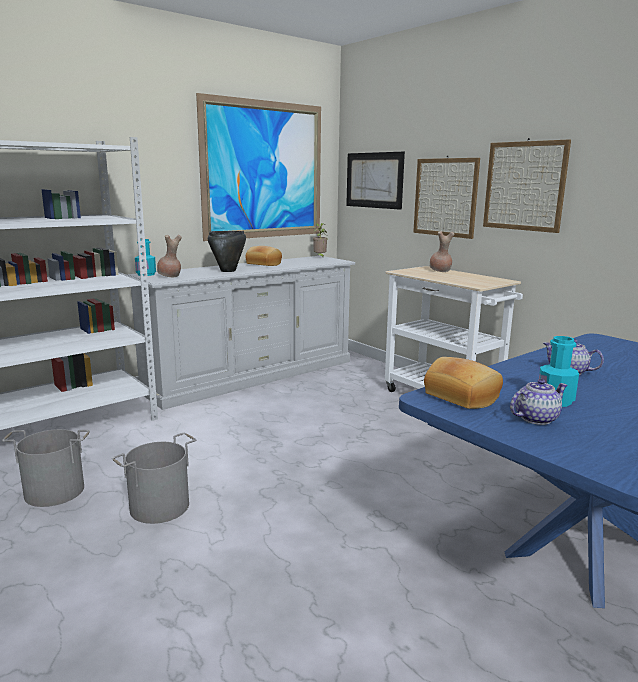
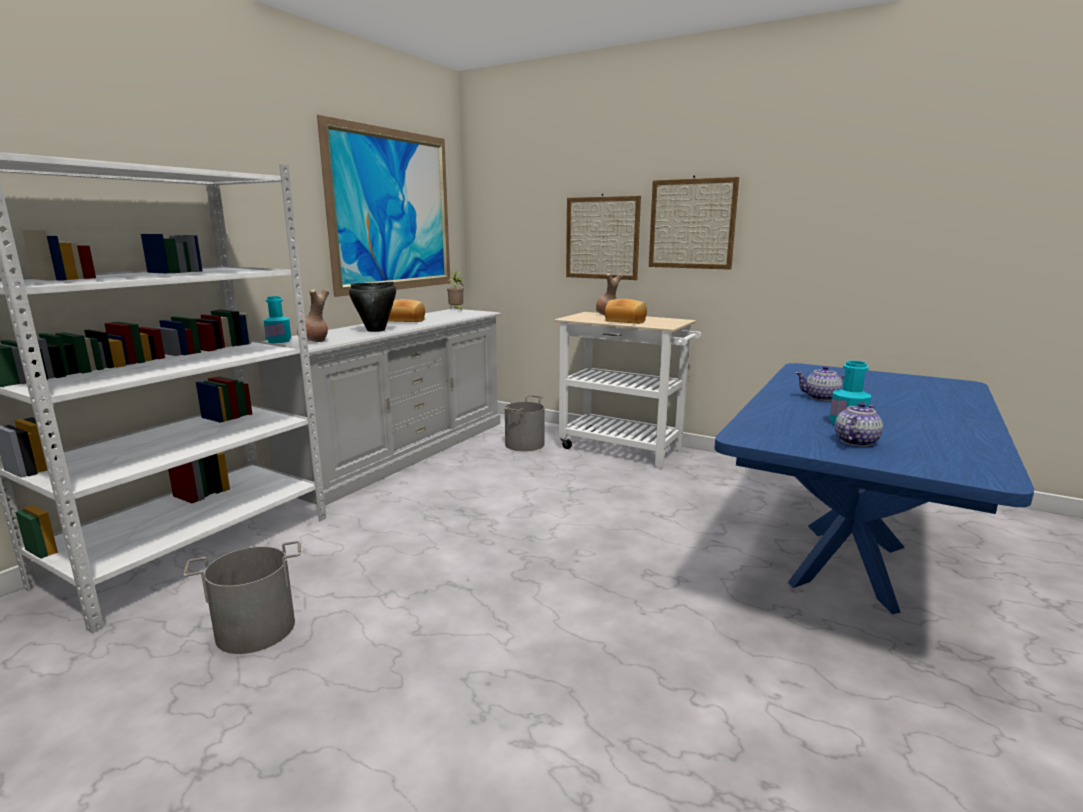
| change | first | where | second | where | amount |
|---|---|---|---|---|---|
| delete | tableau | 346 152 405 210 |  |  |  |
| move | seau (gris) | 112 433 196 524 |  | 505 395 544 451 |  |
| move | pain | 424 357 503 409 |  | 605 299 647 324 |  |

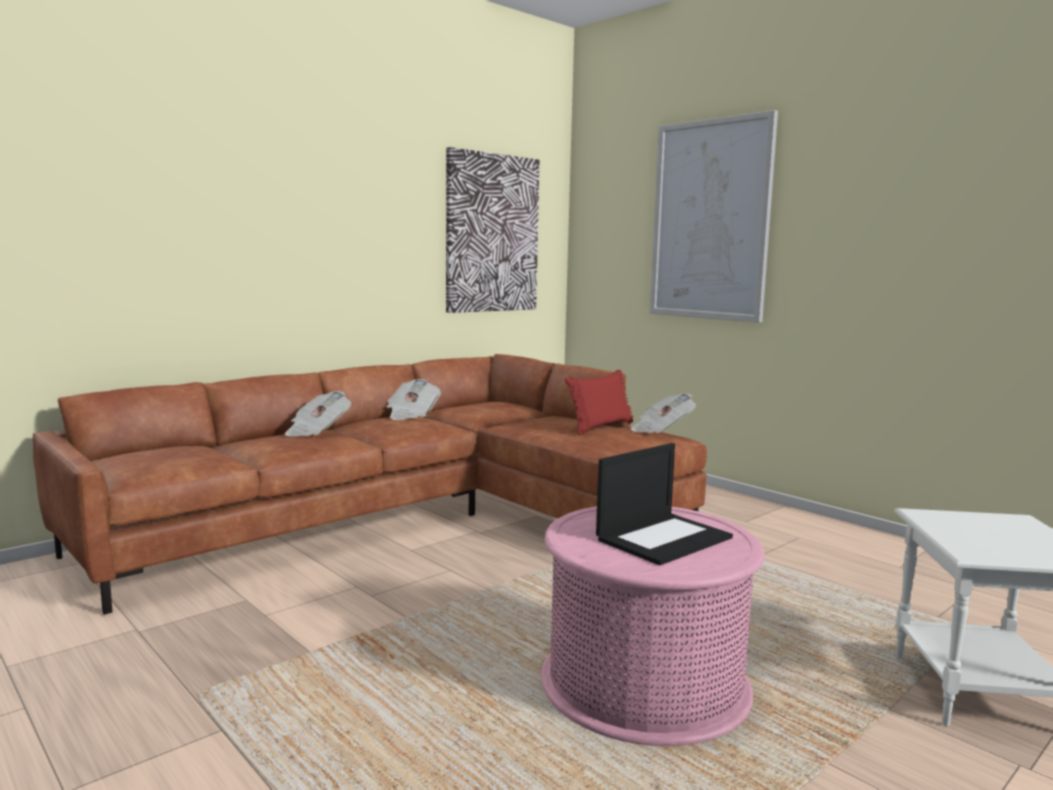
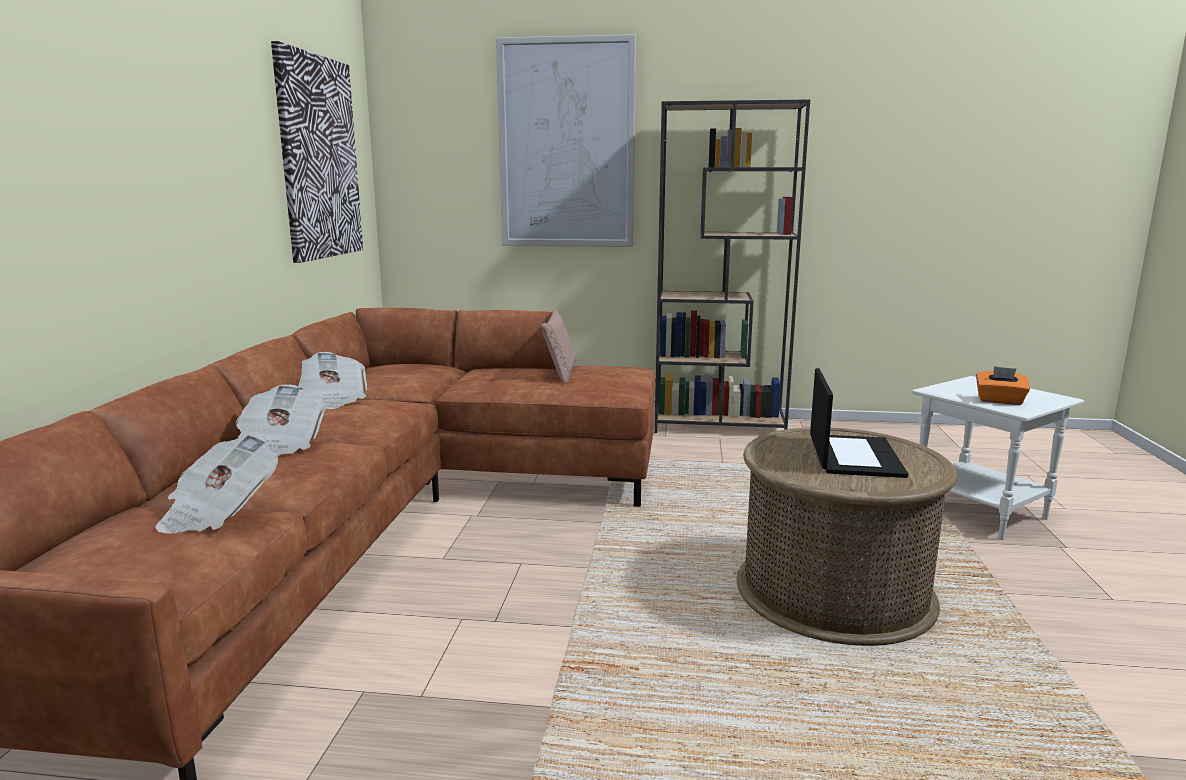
| change | first | where | second | where | amount |
|---|---|---|---|---|---|
| insert |  |  | bibliothèque | 654 100 810 433 |  |
| insert |  |  | boîte à mouchoirs (orange) | 976 366 1030 405 |  |
| move | journal | 631 393 696 433 |  | 155 434 278 534 |  |
| recolor | table basse (rose) | 541 506 765 746 | table basse (marron) | 737 427 957 646 |  |
| recolor | coussin (rouge) | 565 370 633 436 | coussin (beige) | 541 308 576 384 |  |

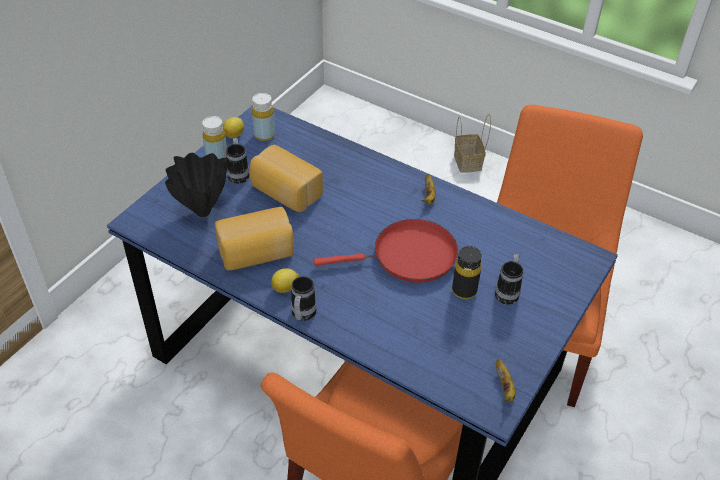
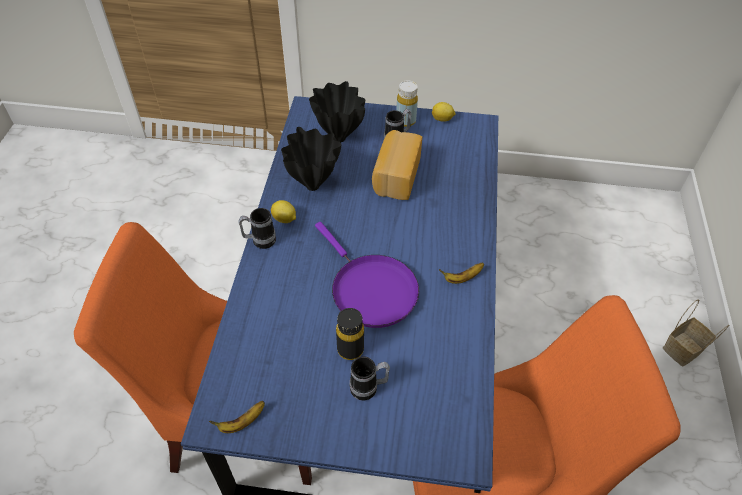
| change | first | where | second | where | amount |
|---|---|---|---|---|---|
| delete | bouteille (jaune) | 252 93 275 141 |  |  |  |
| replace | pain | 215 207 294 270 | vase (noir) | 281 127 342 191 |  |
| recolor | poêle (rouge) | 314 219 458 283 | poêle (violet) | 315 222 419 328 |  |

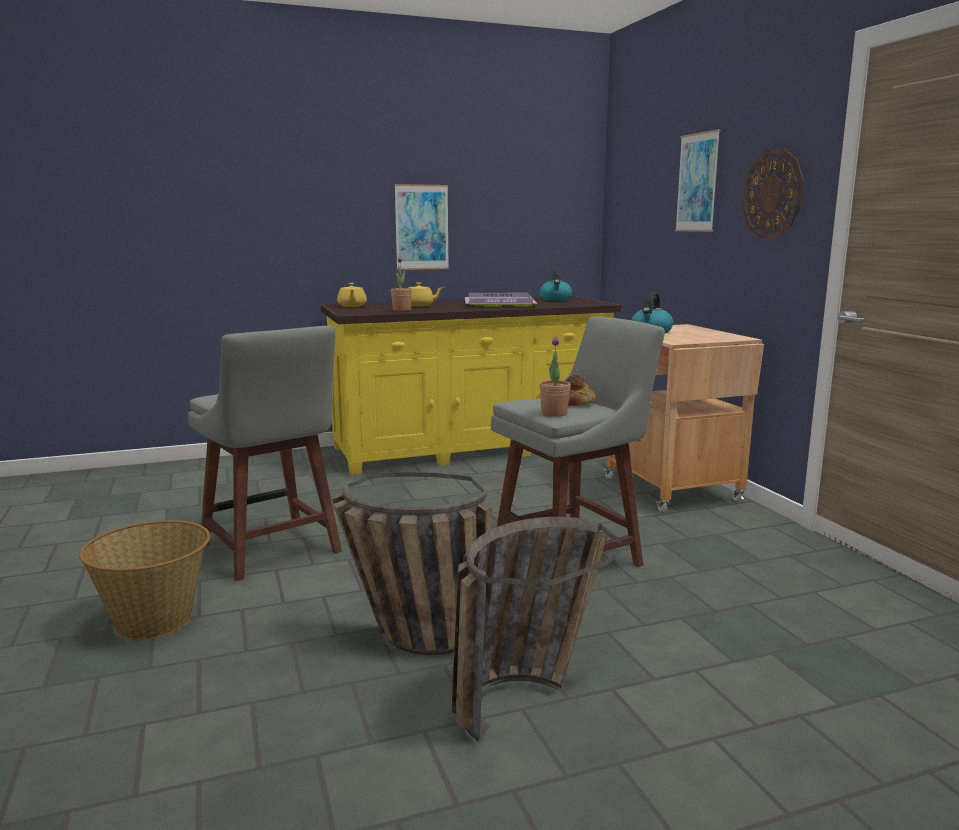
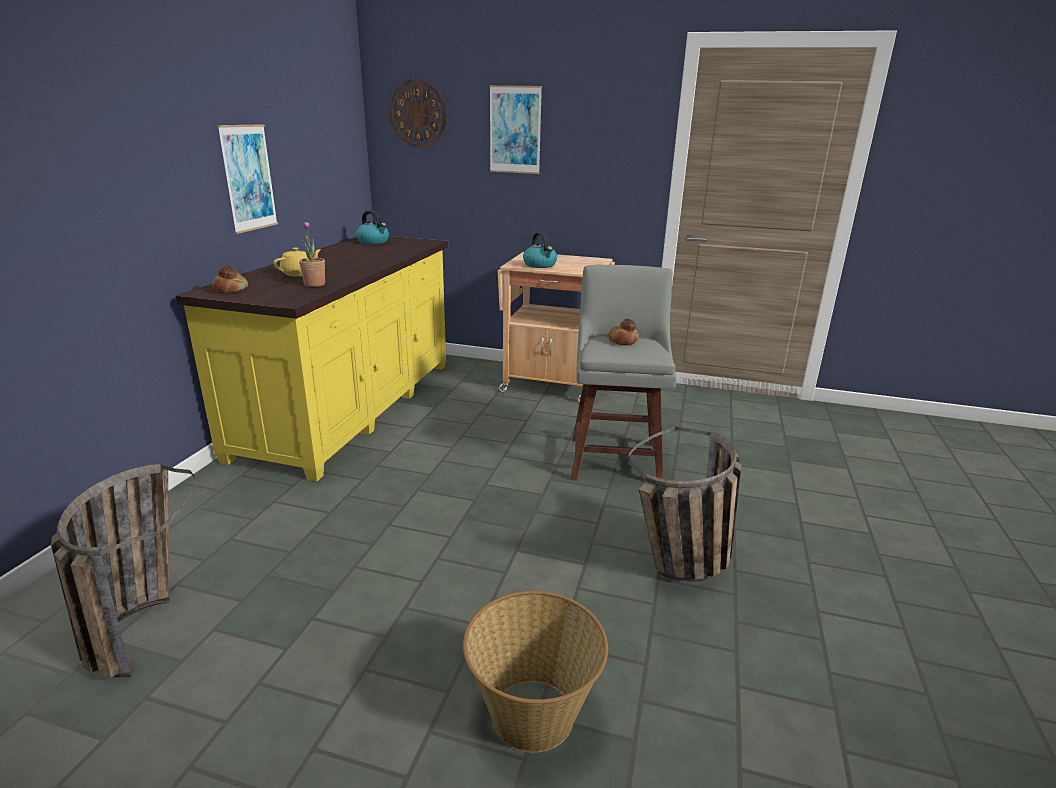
| change | first | where | second | where | amount |
|---|---|---|---|---|---|
| delete | tabouret (gris) | 188 326 342 581 |  |  |  |
| delete | plateau (violet) | 465 293 538 307 |  |  |  |
| delete | plante en pot | 539 337 571 417 |  |  |  |
| move | panier | 451 517 622 742 |  | 51 464 195 678 |  |
| move | horloge murale | 742 148 804 238 |  | 389 80 447 147 |  |
| replace | théière (jaune) | 337 283 367 307 | pain | 212 265 248 294 |  |

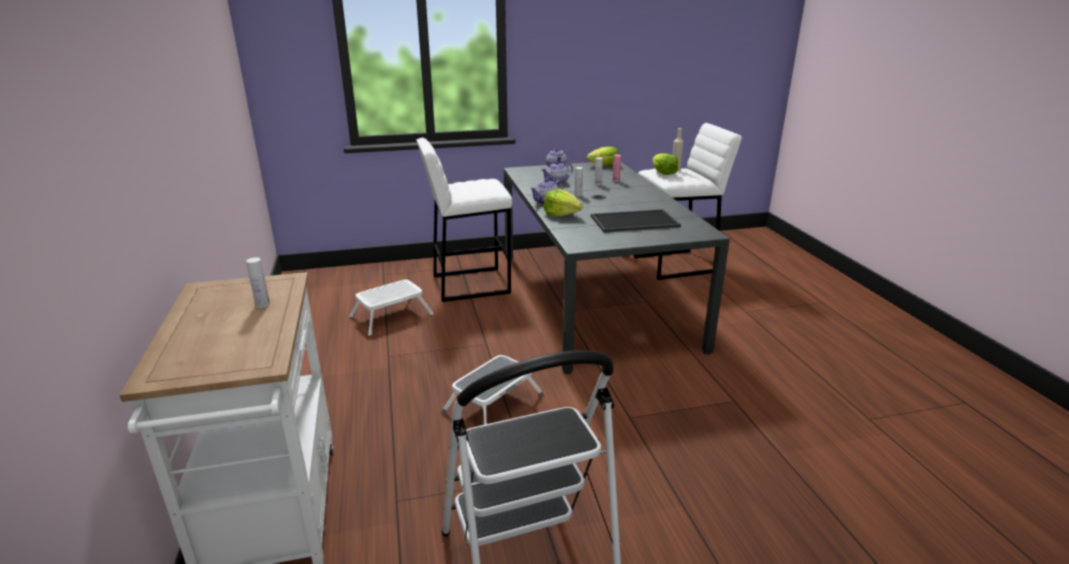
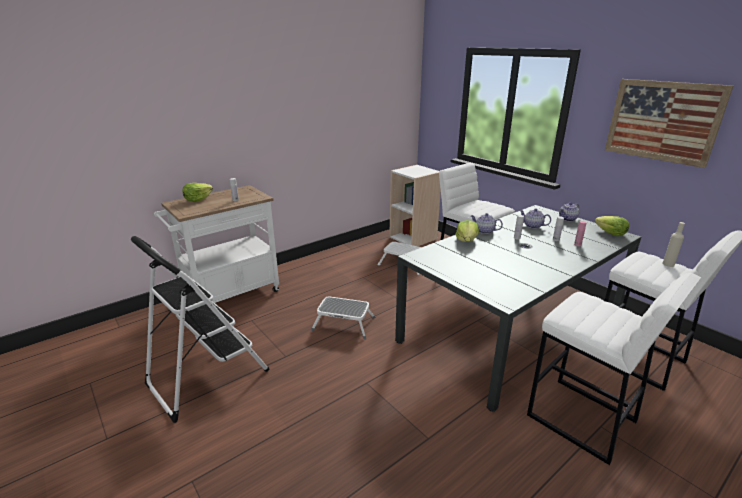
| change | first | where | second | where | amount |
|---|---|---|---|---|---|
| delete | plateau | 591 209 681 232 |  |  |  |
| insert |  |  | bibliothèque | 389 165 441 246 |  |
| insert |  |  | tabouret (blanc) | 527 273 701 465 |  |
| insert |  |  | tableau | 605 79 733 168 |  |
| move | laitue | 653 153 678 175 |  | 182 183 213 202 |  |

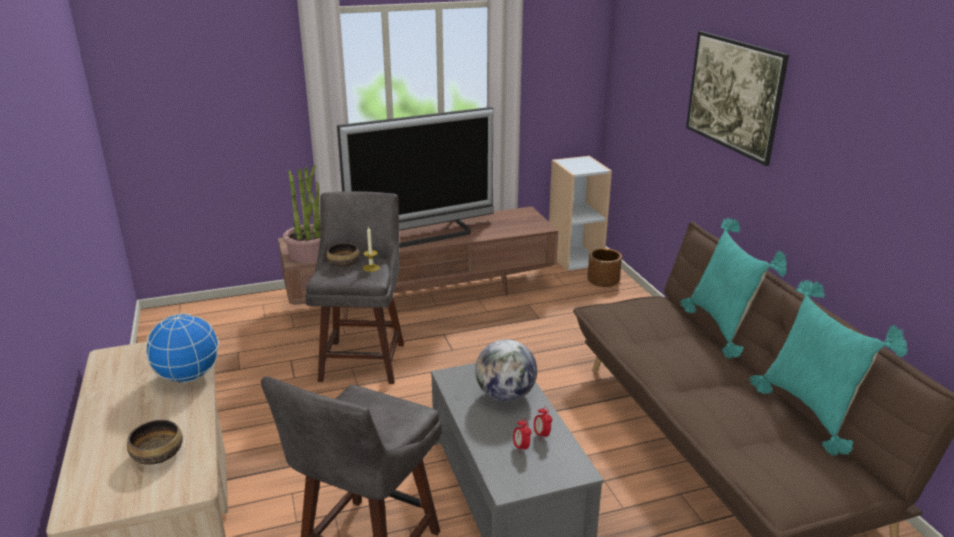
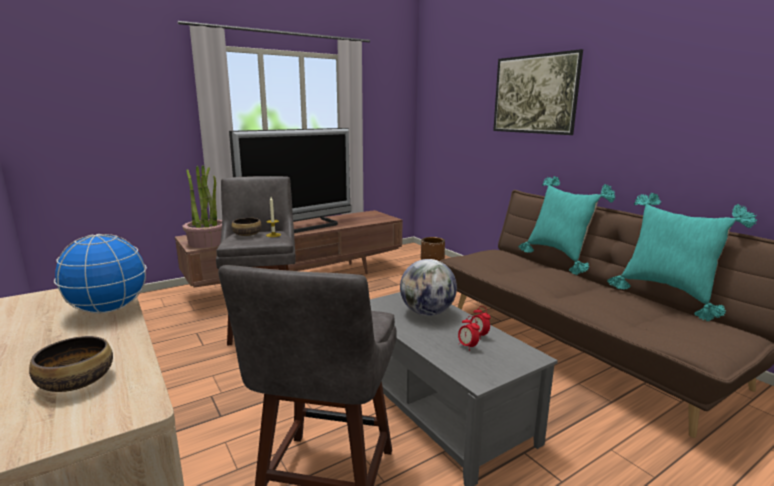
| change | first | where | second | where | amount |
|---|---|---|---|---|---|
| delete | bibliothèque | 549 156 612 271 |  |  |  |

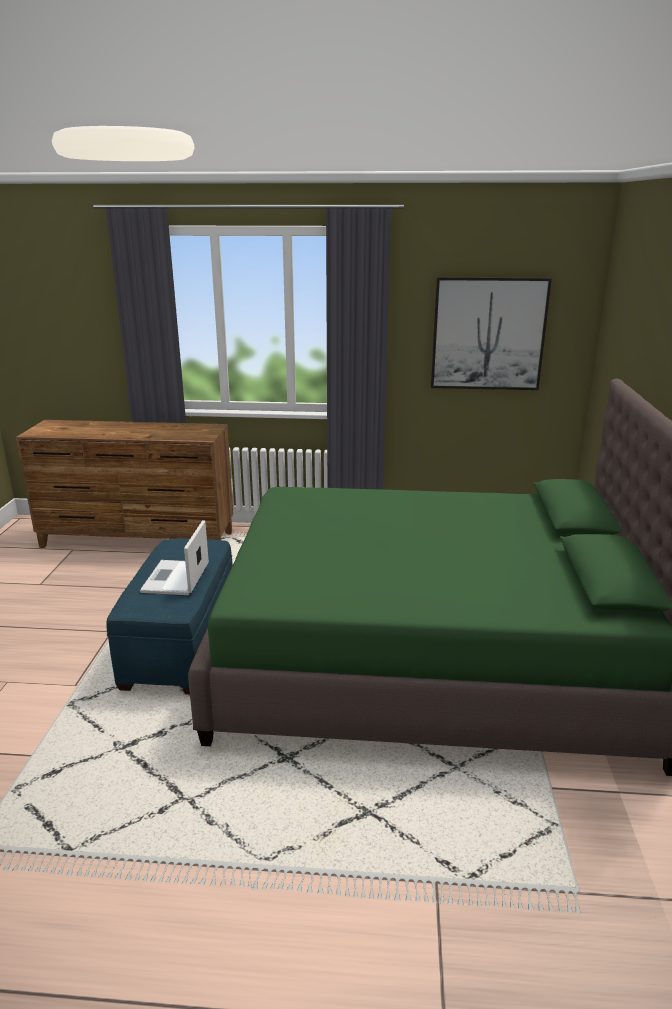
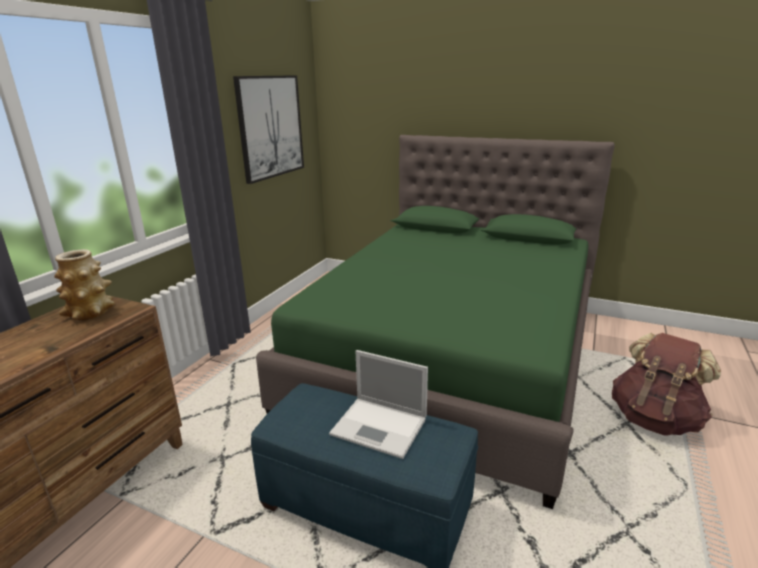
| change | first | where | second | where | amount |
|---|---|---|---|---|---|
| insert |  |  | vase | 54 249 115 321 |  |
| insert |  |  | sac à dos (marron) | 612 333 721 435 |  |

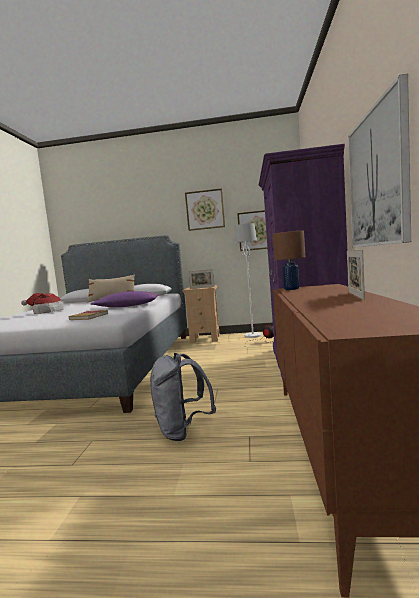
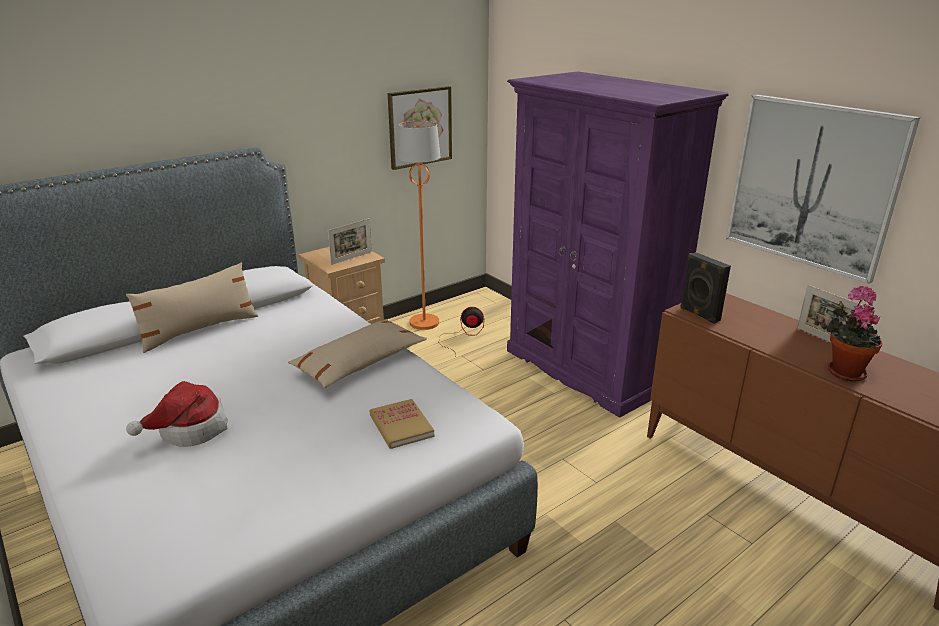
| change | first | where | second | where | amount |
|---|---|---|---|---|---|
| delete | sac à dos (gris) | 150 353 216 441 |  |  |  |
| delete | tableau | 185 188 225 231 |  |  |  |
| insert |  |  | plante en pot | 827 286 883 381 |  |
| replace | lampe de table (marron) | 273 231 305 290 | enceinte (noir) | 680 252 731 324 |  |
| recolor | coussin (violet) | 91 291 159 307 | coussin (beige) | 288 319 427 388 |  |
| recolor | lampadaire (blanc) | 235 223 261 338 | lampadaire (orange) | 397 121 440 330 |  |

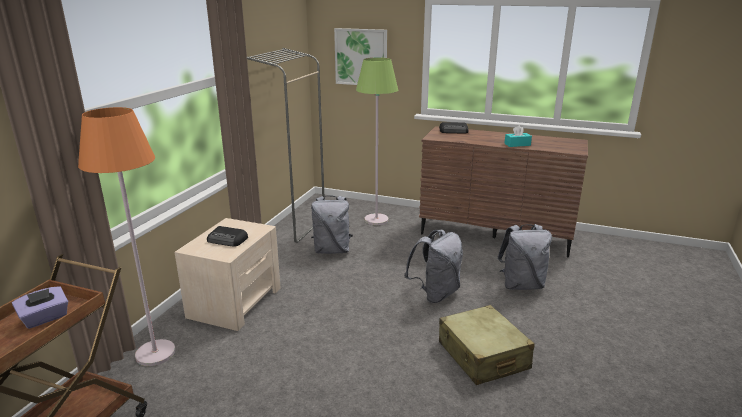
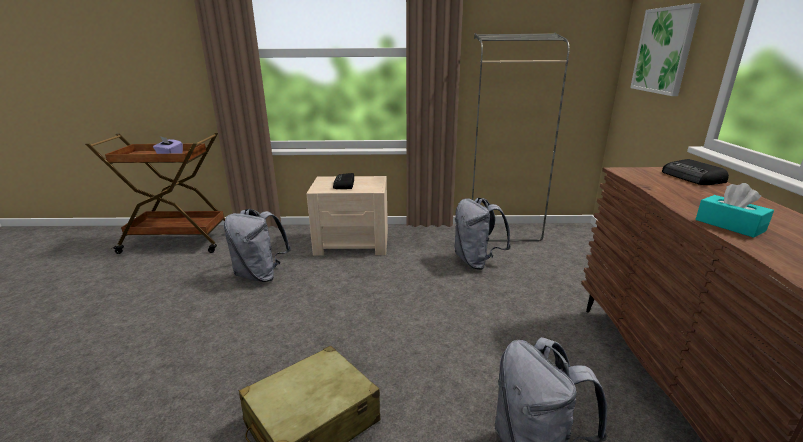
| change | first | where | second | where | amount |
|---|---|---|---|---|---|
| delete | lampadaire (orange) | 78 107 175 366 |  |  |  |
| delete | lampadaire (vert) | 356 57 398 225 |  |  |  |
| move | sac à dos (gris) | 404 230 463 303 |  | 224 209 291 282 |  |

